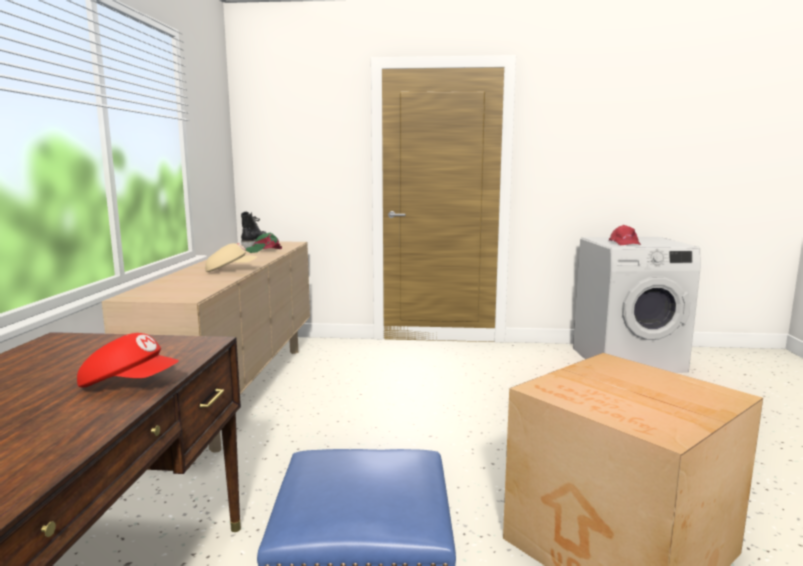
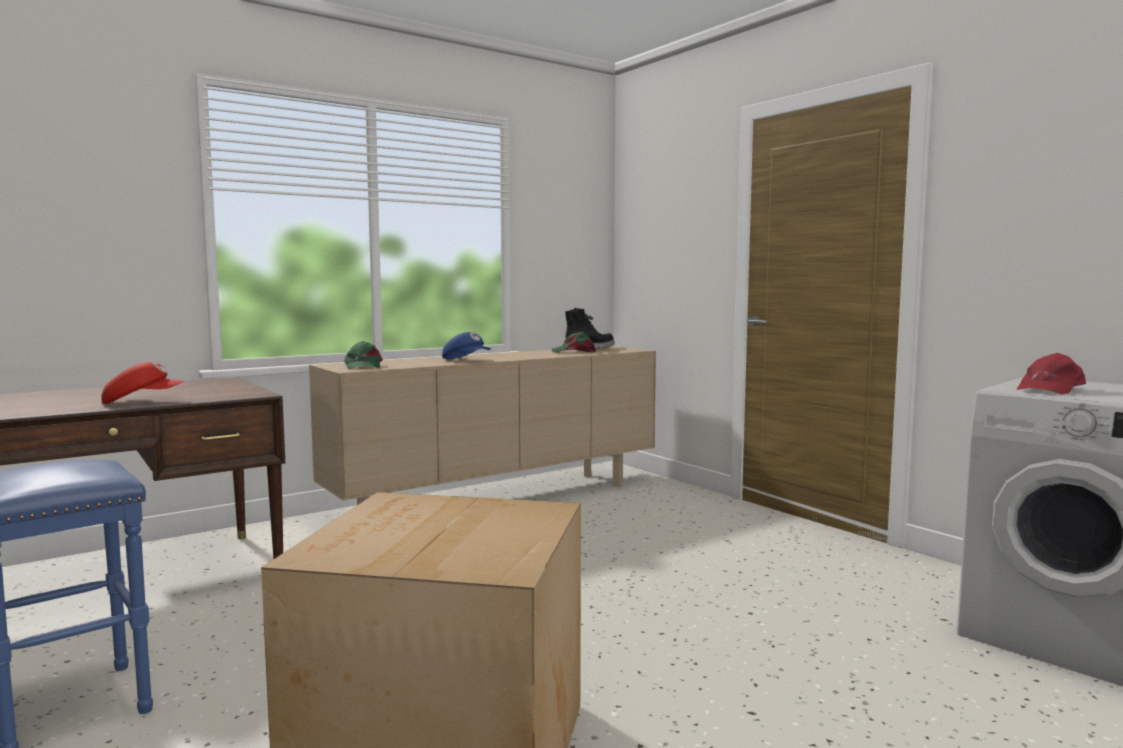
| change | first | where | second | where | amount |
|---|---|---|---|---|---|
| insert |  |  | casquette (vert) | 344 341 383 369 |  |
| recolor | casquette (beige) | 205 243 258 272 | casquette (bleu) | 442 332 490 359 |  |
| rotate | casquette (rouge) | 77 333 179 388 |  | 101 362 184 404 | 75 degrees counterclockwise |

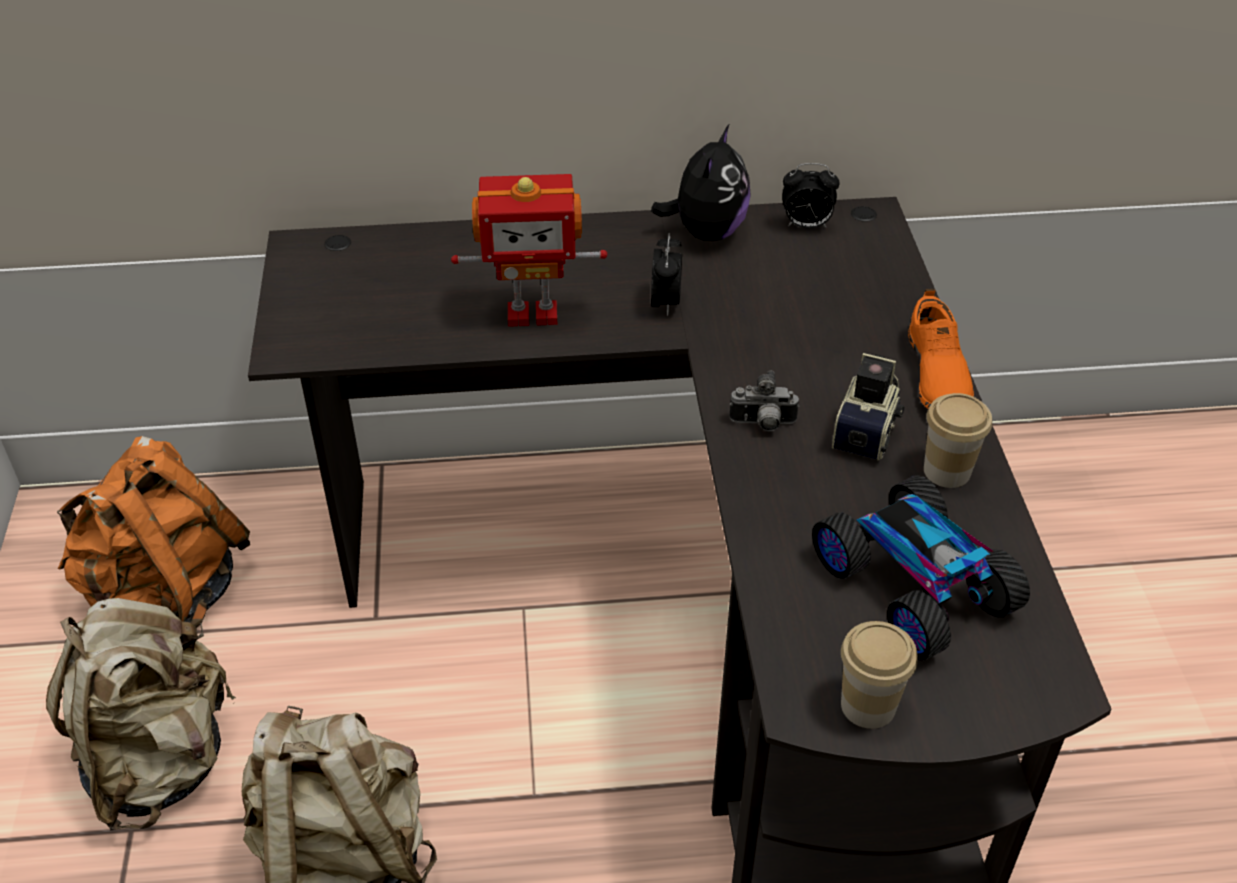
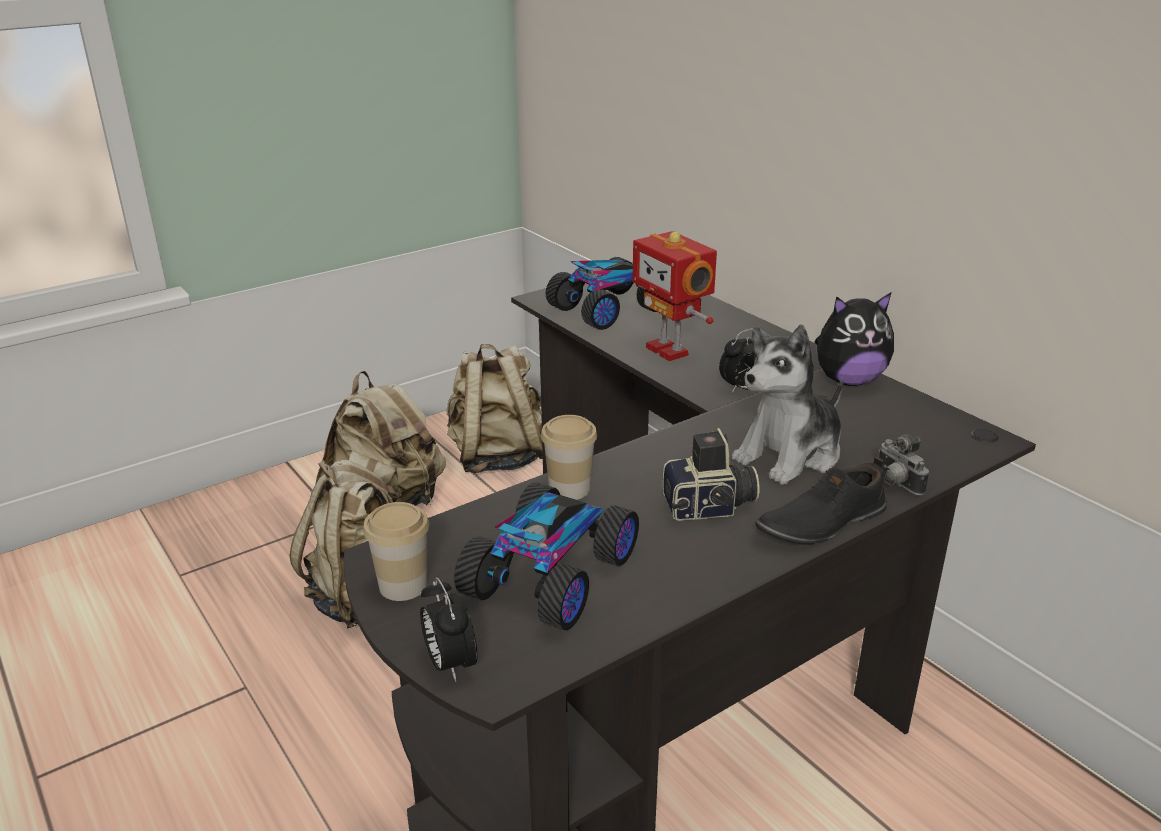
| change | first | where | second | where | amount |
|---|---|---|---|---|---|
| insert |  |  | petite voiture | 546 257 656 330 |  |
| insert |  |  | peluche | 732 325 843 485 |  |
| move | appareil photo | 729 370 799 431 |  | 878 434 929 495 |  |
| move | réveil | 782 163 840 228 |  | 420 577 477 682 |  |
| move | tasse | 924 393 992 488 |  | 541 415 597 500 |  |
| recolor | sac à dos (orange) | 57 436 250 628 | sac à dos (beige) | 447 344 543 473 |  |
| recolor | chaussure (orange) | 908 289 974 409 | chaussure (noir) | 755 457 887 545 |  |

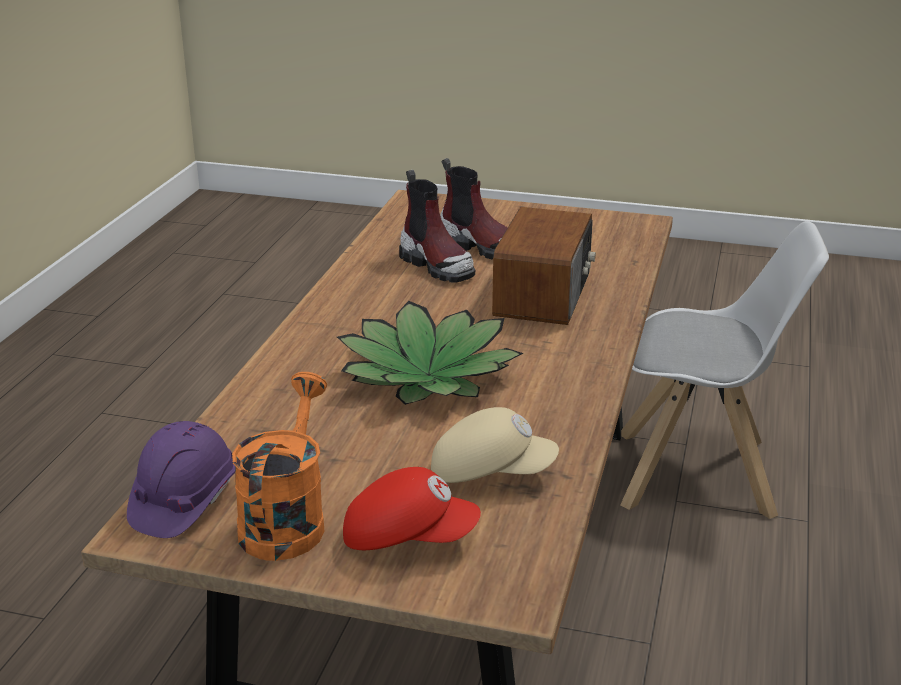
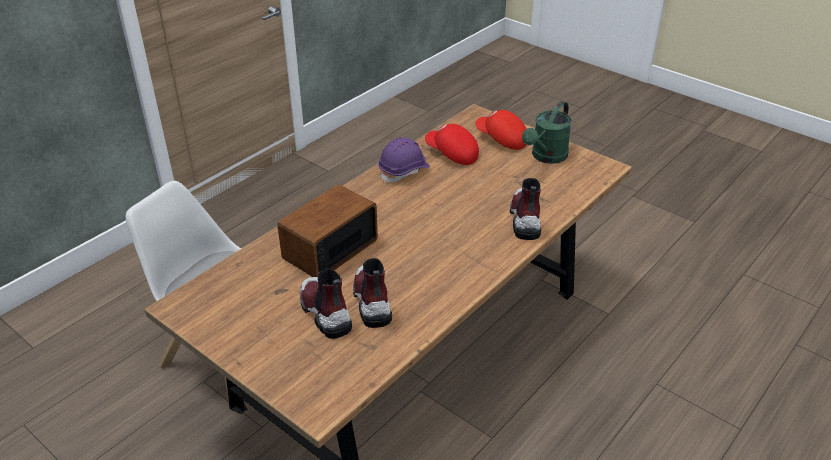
| change | first | where | second | where | amount |
|---|---|---|---|---|---|
| delete | plante en pot | 337 301 523 405 |  |  |  |
| insert |  |  | botte | 510 178 541 240 |  |
| move | casque de chantier (violet) | 127 421 235 538 |  | 378 137 430 183 |  |
| recolor | arrosoir (orange) | 232 372 327 561 | arrosoir (vert) | 522 101 572 164 |  |
| recolor | casquette (beige) | 431 407 559 483 | casquette (rouge) | 425 124 479 165 |  |

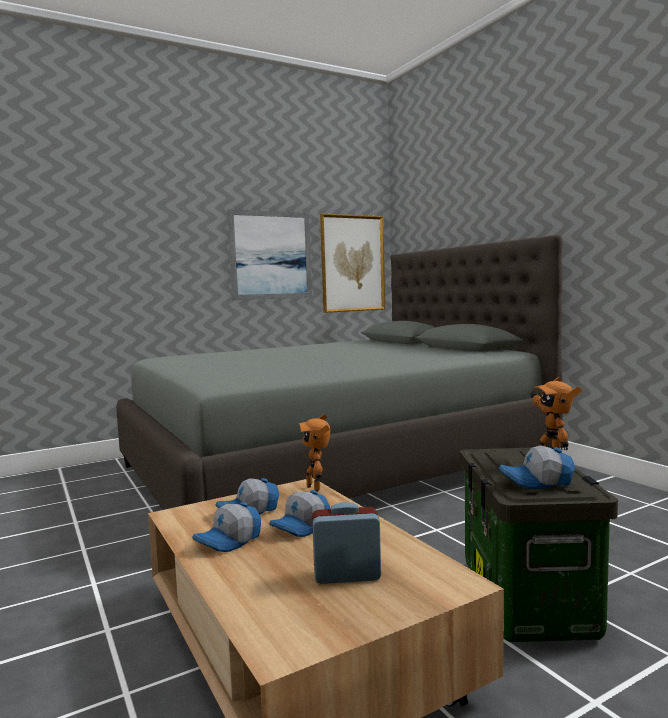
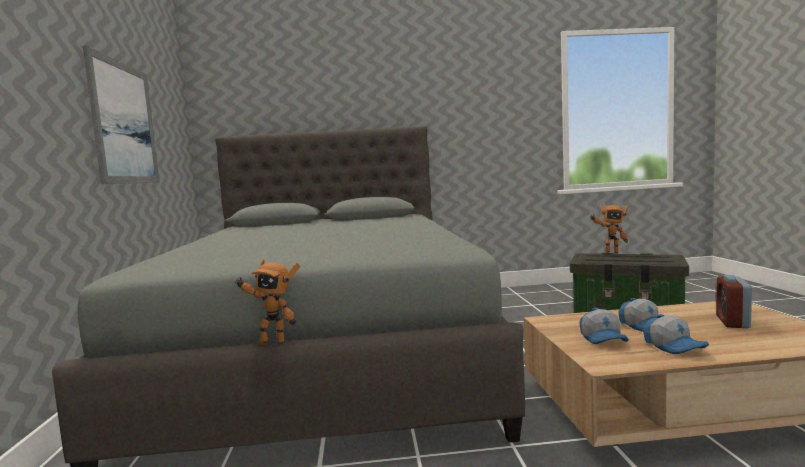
| change | first | where | second | where | amount |
|---|---|---|---|---|---|
| delete | tableau | 320 214 385 313 |  |  |  |
| delete | casquette | 499 446 575 489 |  |  |  |
| move | robot jouet | 298 414 330 491 |  | 235 259 300 346 |  |

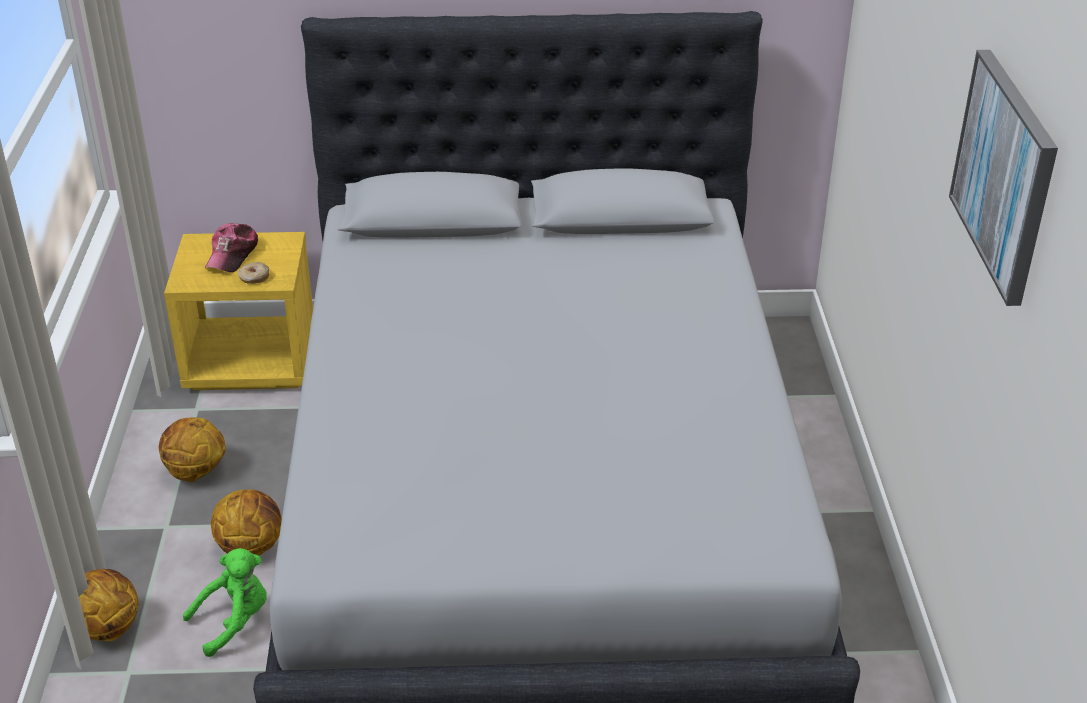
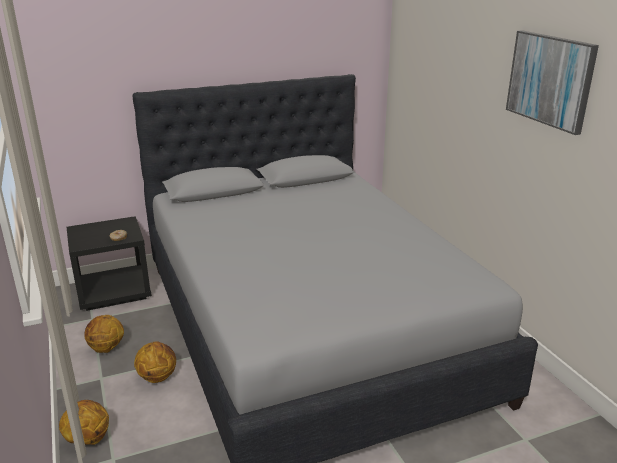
| change | first | where | second | where | amount |
|---|---|---|---|---|---|
| delete | peluche (vert) | 183 548 267 657 |  |  |  |
| delete | casquette | 205 223 258 272 |  |  |  |
| recolor | table de chevet (jaune) | 164 232 313 390 | table de chevet (noir) | 67 216 152 311 |  |

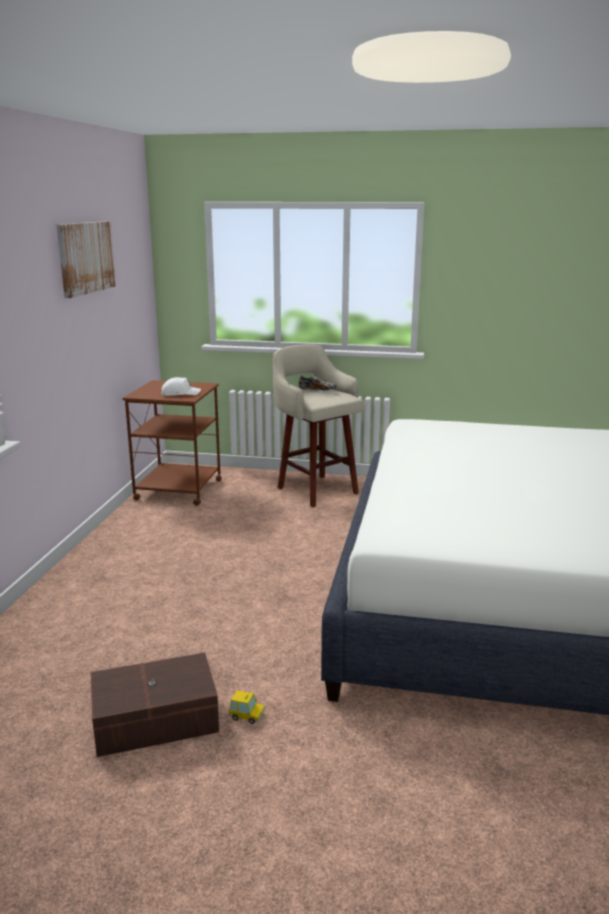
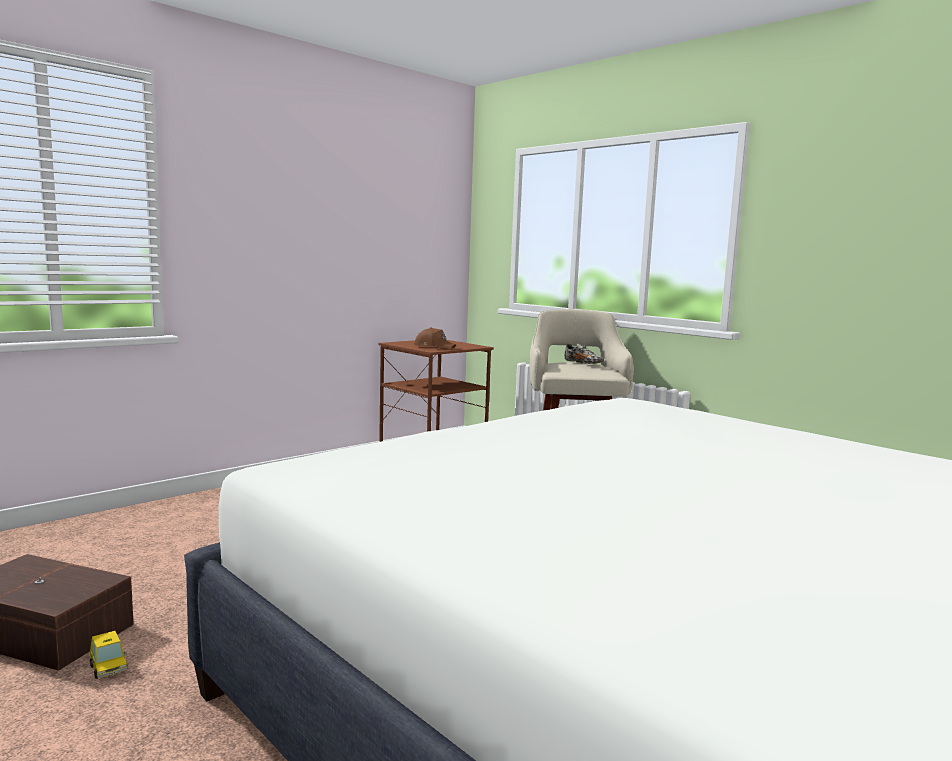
| change | first | where | second | where | amount |
|---|---|---|---|---|---|
| delete | tableau | 57 221 116 298 |  |  |  |
| recolor | casquette (blanc) | 161 377 201 396 | casquette (marron) | 414 327 456 349 |  |

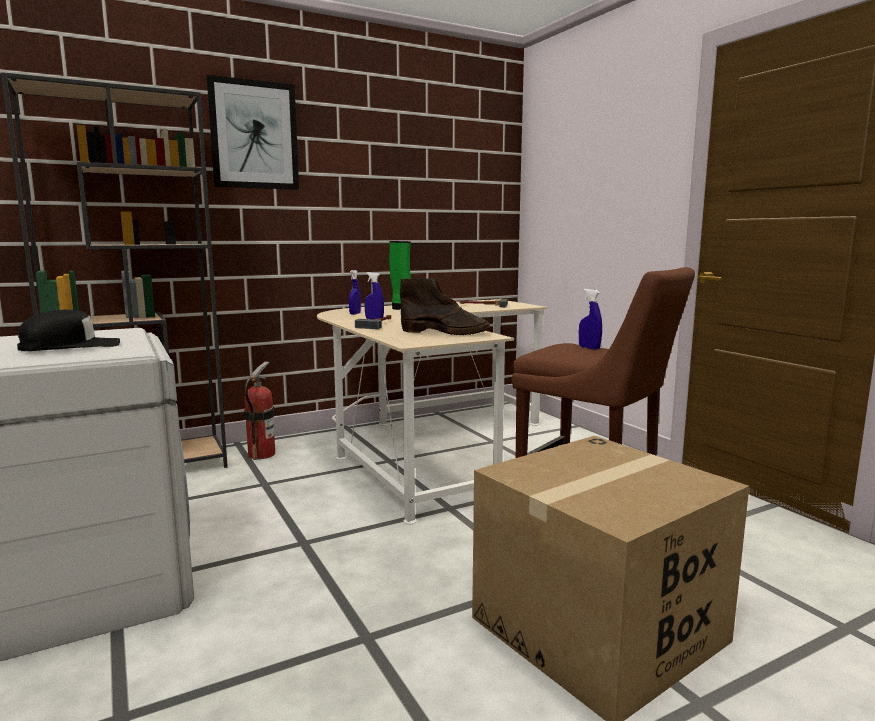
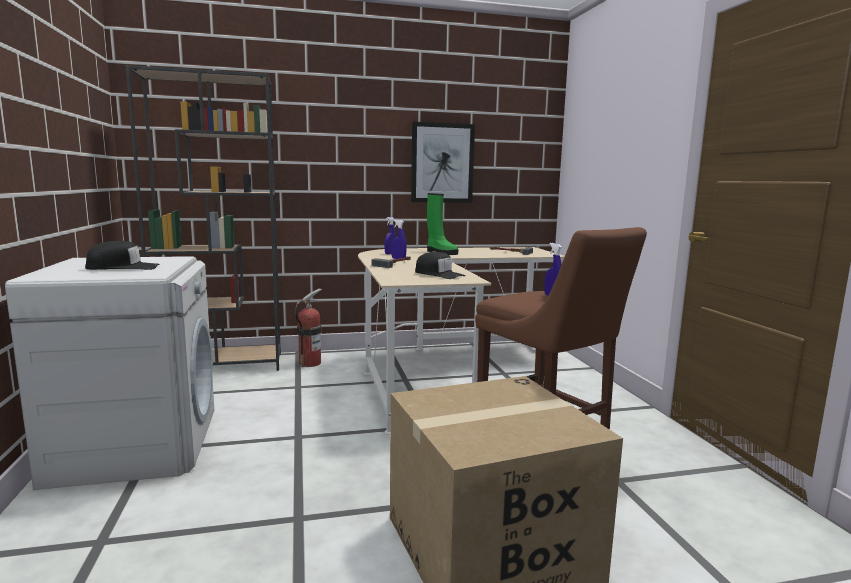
| change | first | where | second | where | amount |
|---|---|---|---|---|---|
| move | tableau | 207 75 299 190 |  | 411 122 475 203 |  |
| replace | botte (marron) | 400 277 490 335 | casquette (noir) | 415 252 465 279 |  |

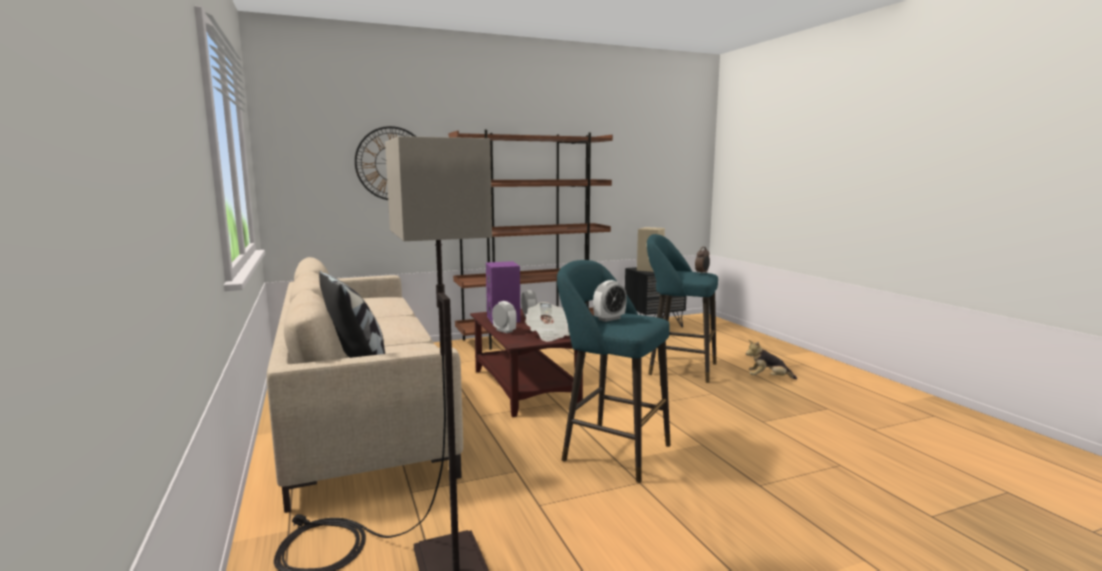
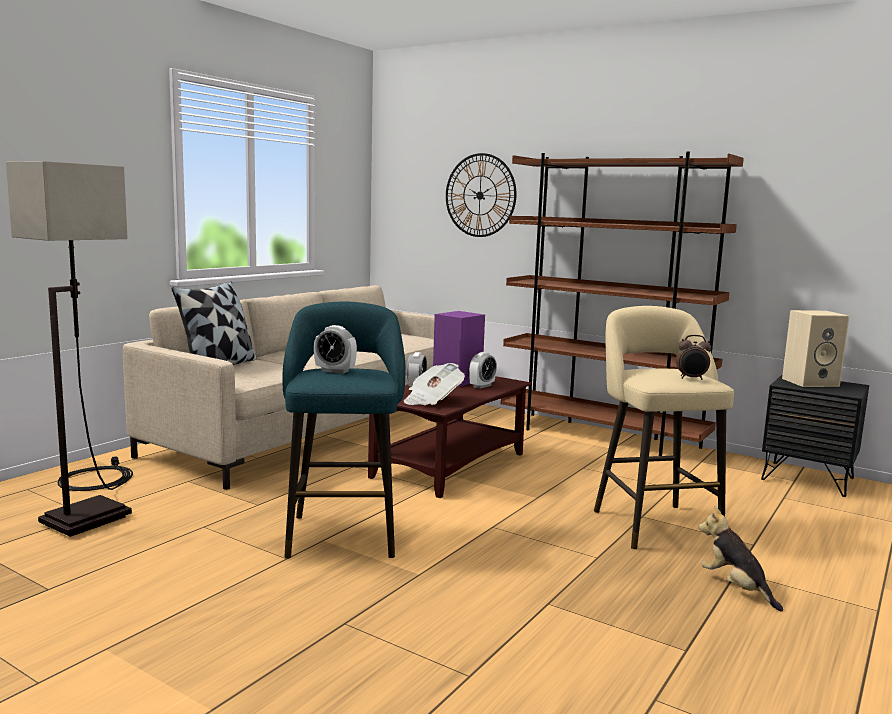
| change | first | where | second | where | amount |
|---|---|---|---|---|---|
| recolor | tabouret (turquoise) | 647 234 718 383 | tabouret (beige) | 594 306 734 549 |  |

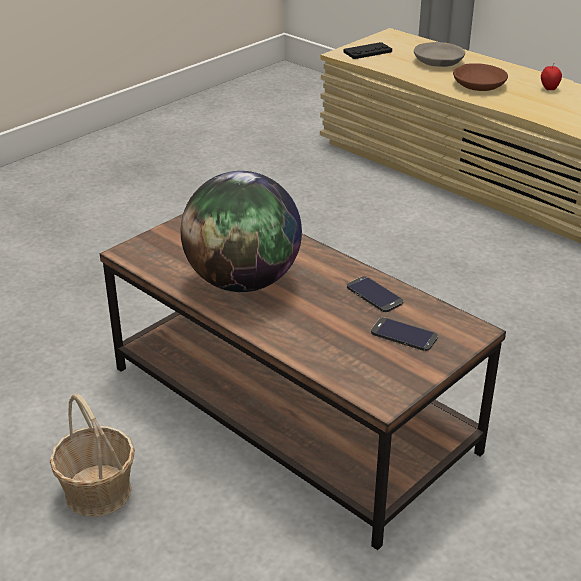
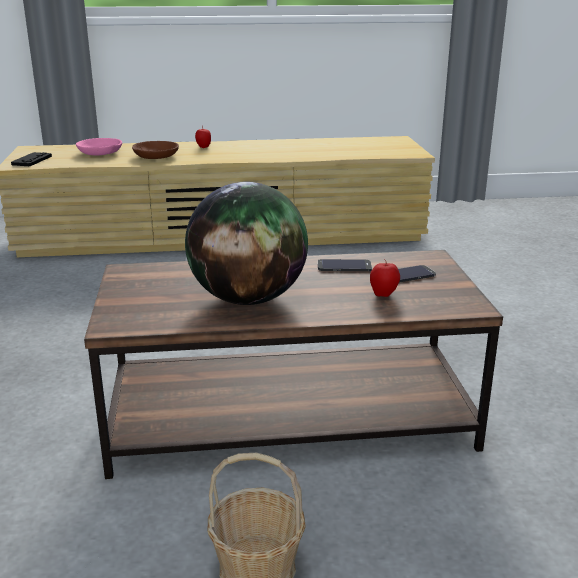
| change | first | where | second | where | amount |
|---|---|---|---|---|---|
| insert |  |  | pomme | 370 259 400 297 |  |
| recolor | bol (gris) | 414 42 465 67 | bol (rose) | 76 138 122 155 |  |

